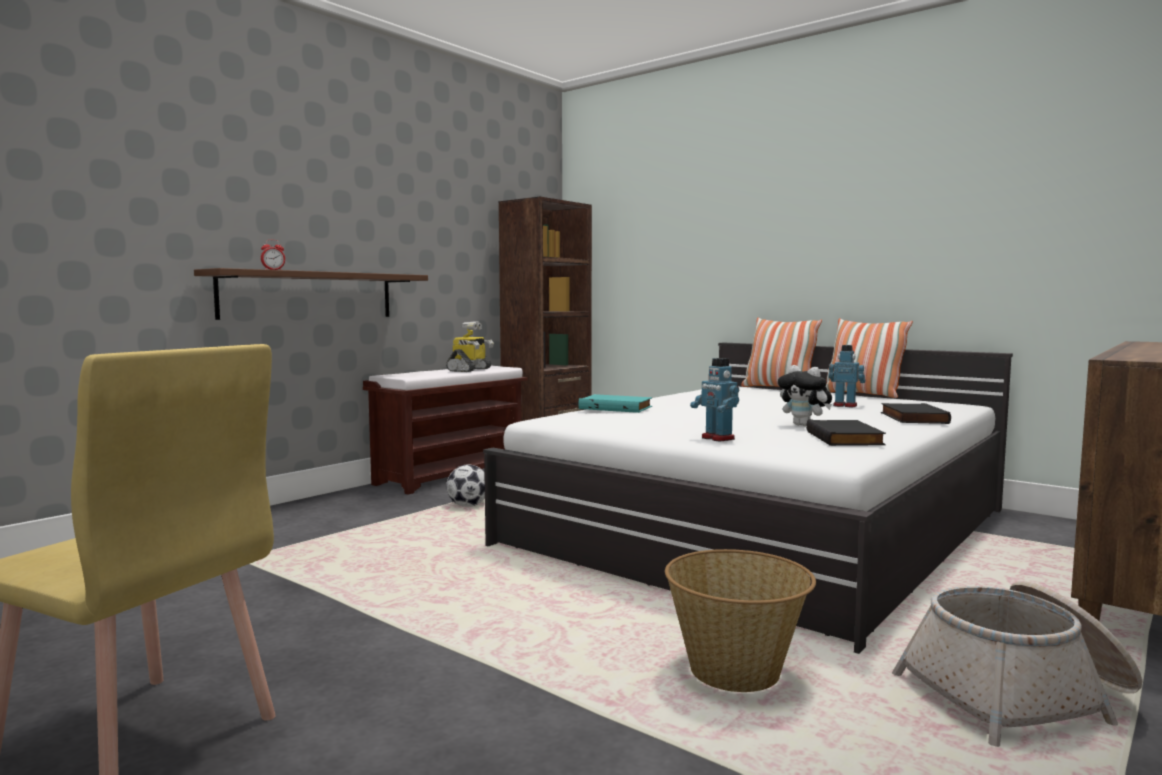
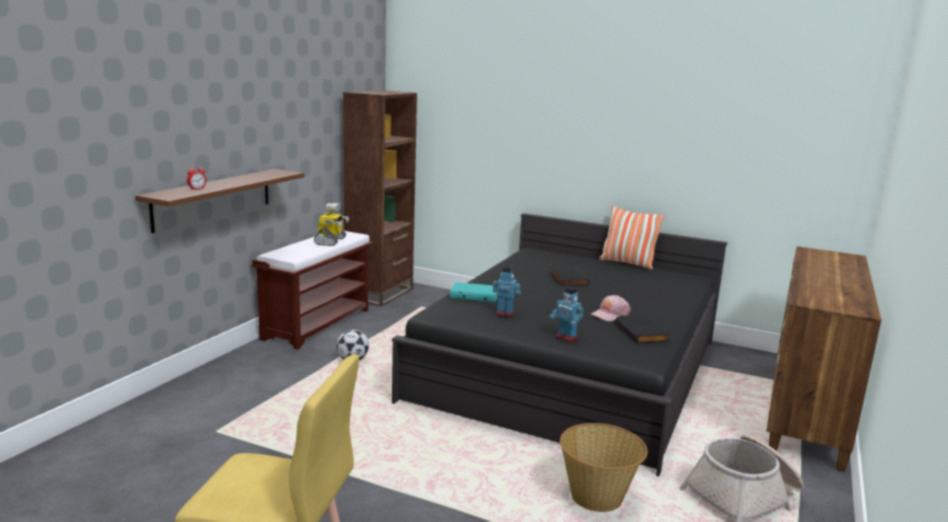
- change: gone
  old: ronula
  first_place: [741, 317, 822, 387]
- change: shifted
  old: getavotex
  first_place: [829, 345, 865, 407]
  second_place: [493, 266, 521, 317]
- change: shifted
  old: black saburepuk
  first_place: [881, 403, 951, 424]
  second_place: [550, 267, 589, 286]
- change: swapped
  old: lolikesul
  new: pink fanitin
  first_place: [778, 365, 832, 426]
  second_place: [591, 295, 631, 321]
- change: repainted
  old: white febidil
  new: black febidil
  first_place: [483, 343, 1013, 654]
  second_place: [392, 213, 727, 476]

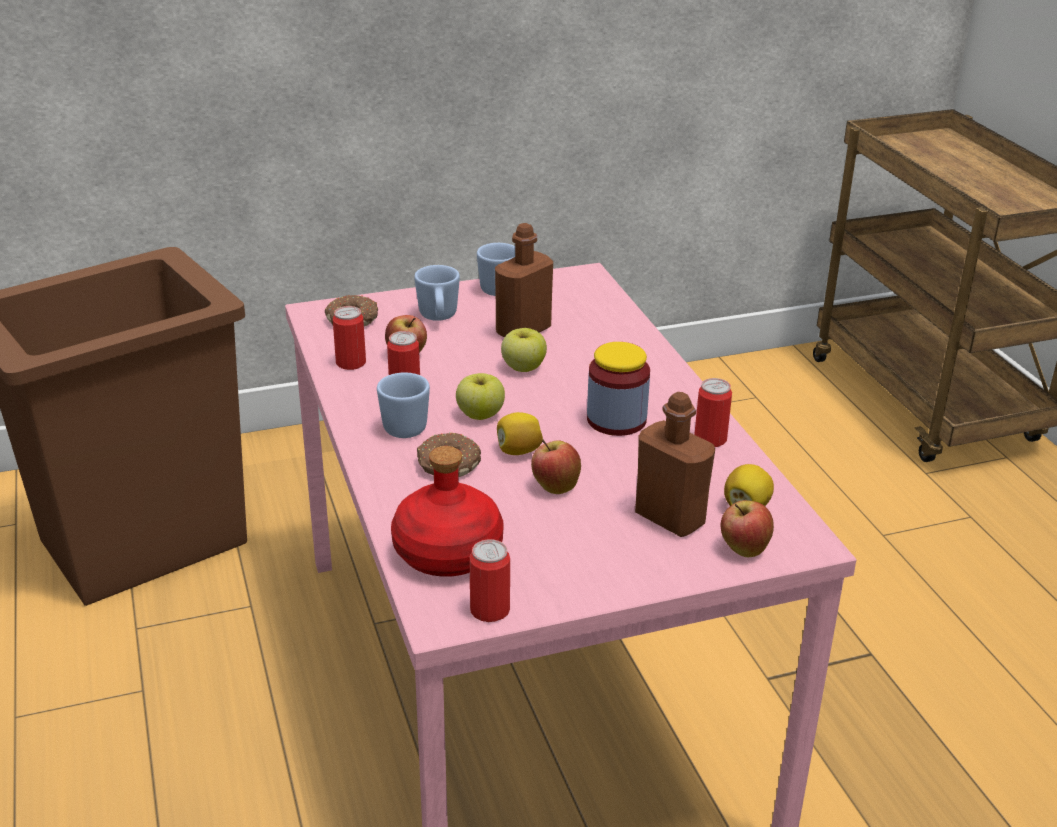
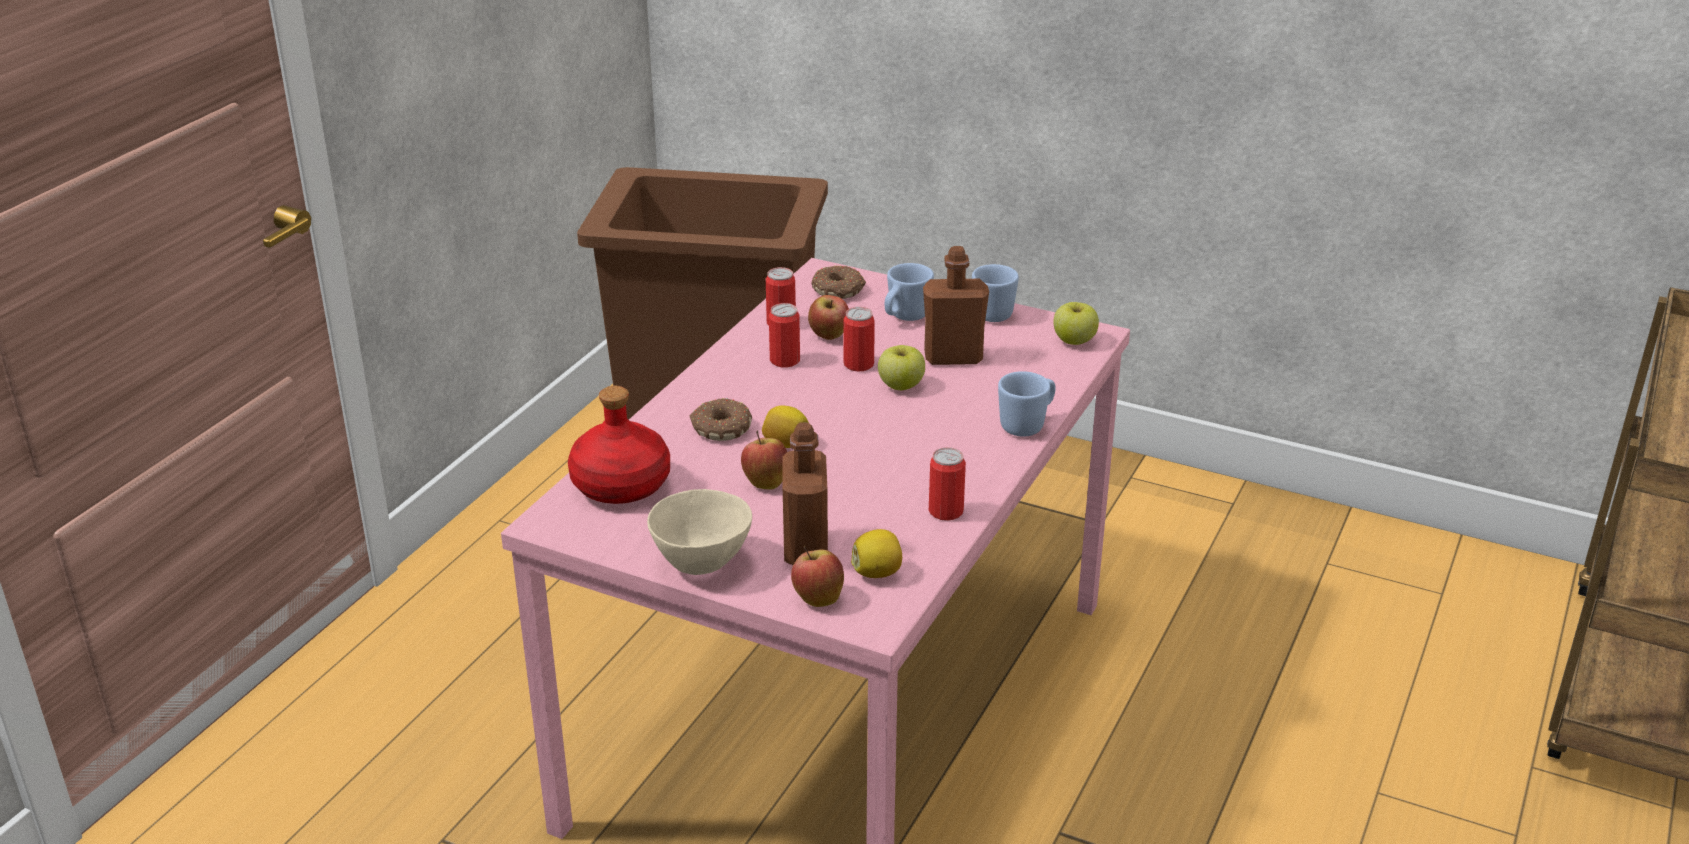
- change: gone
  old: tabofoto
  first_place: [587, 342, 650, 436]
- change: new
  new: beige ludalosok
  second_place: [647, 489, 752, 575]
- change: shifted
  old: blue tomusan
  first_place: [377, 372, 430, 438]
  second_place: [998, 371, 1056, 437]
- change: shifted
  old: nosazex
  first_place: [456, 373, 505, 420]
  second_place: [1053, 302, 1099, 345]
- change: shifted
  old: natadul
  first_place: [470, 539, 510, 622]
  second_place: [843, 307, 875, 372]

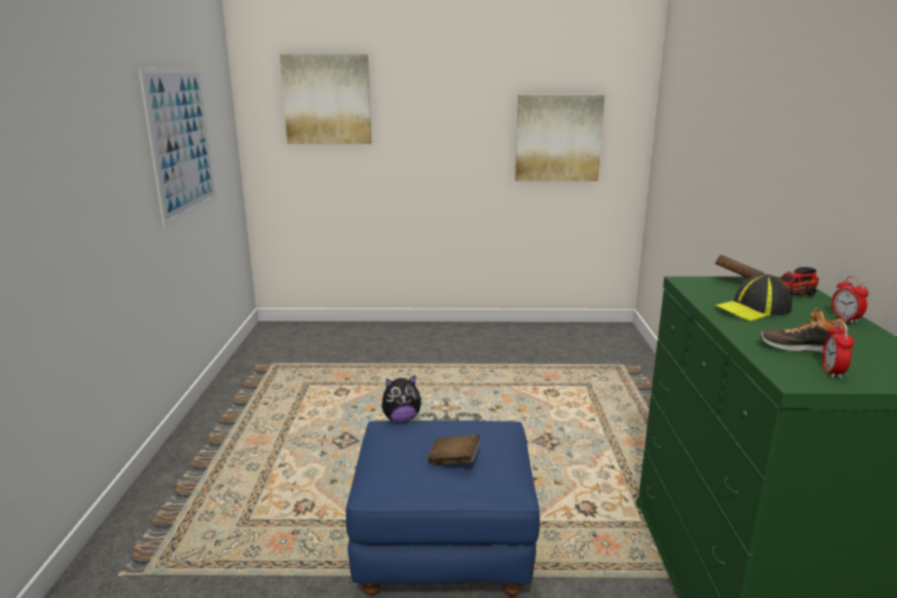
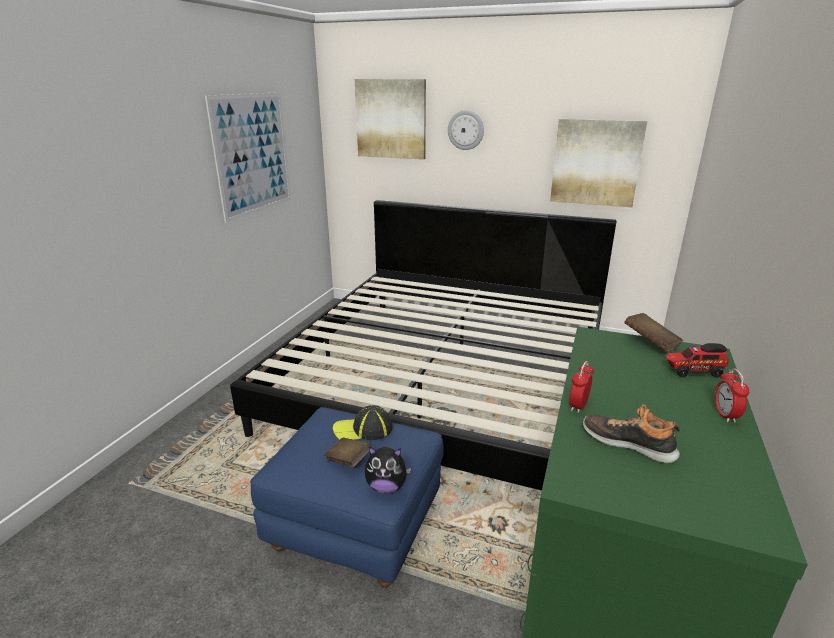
- change: new
  new: febidil
  second_place: [230, 200, 617, 491]
- change: new
  new: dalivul
  second_place: [448, 110, 484, 150]
- change: shifted
  old: lolikesul
  first_place: [382, 375, 422, 423]
  second_place: [365, 447, 411, 493]
- change: shifted
  old: fanitin
  first_place: [715, 274, 792, 321]
  second_place: [333, 405, 393, 440]
- change: shifted
  old: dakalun
  first_place: [822, 321, 854, 379]
  second_place: [569, 361, 594, 413]

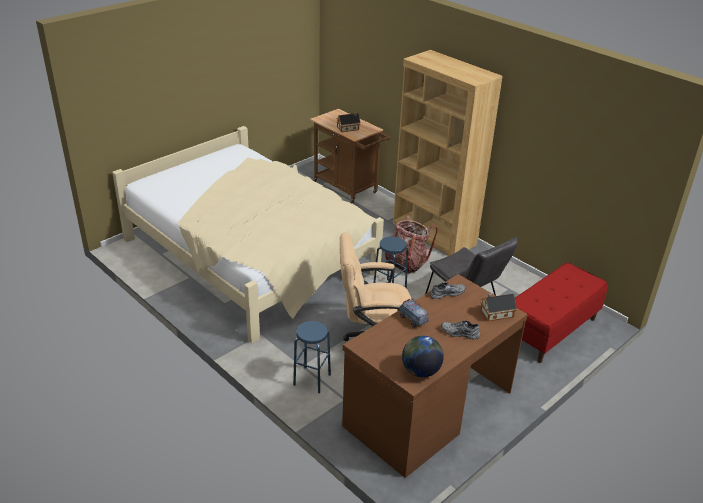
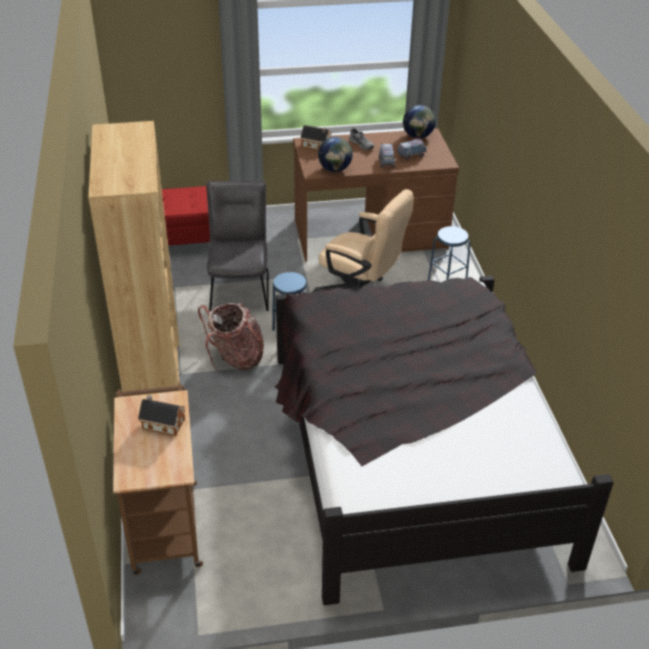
- change: new
  new: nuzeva
  second_place: [397, 137, 427, 161]
- change: swapped
  old: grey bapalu
  new: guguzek
  first_place: [430, 282, 465, 299]
  second_place: [318, 137, 353, 172]
- change: repainted
  old: beige febidil
  new: black febidil
  first_place: [112, 126, 384, 344]
  second_place: [274, 275, 614, 606]

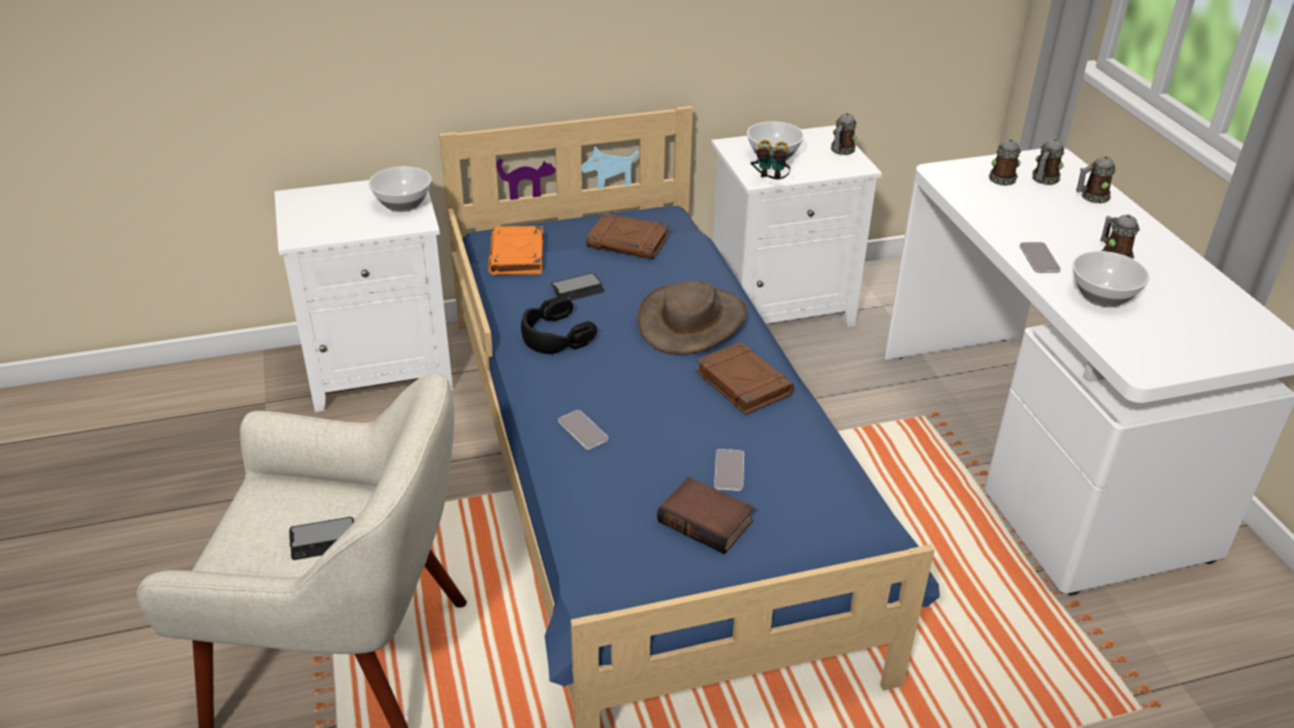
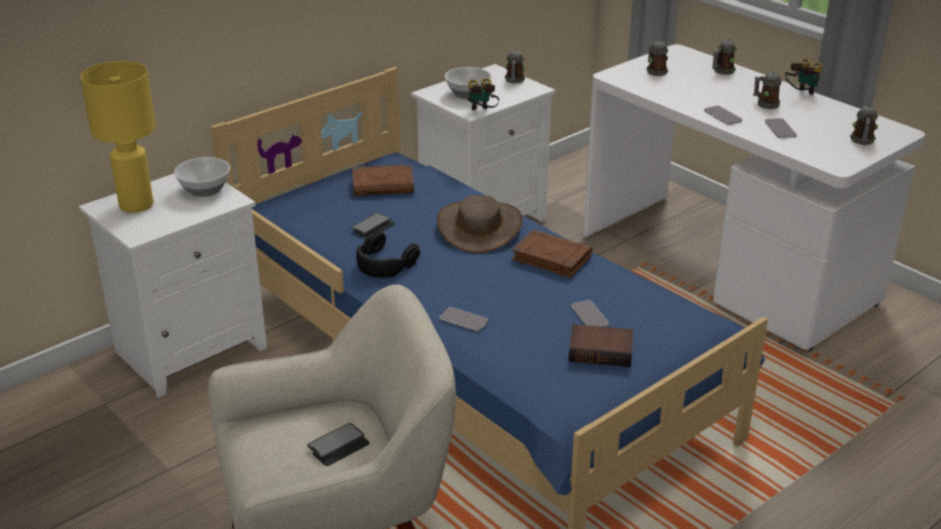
- change: gone
  old: orange saburepuk
  first_place: [488, 226, 543, 275]
- change: new
  new: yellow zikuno
  second_place: [80, 61, 156, 213]
- change: new
  new: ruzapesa
  second_place: [785, 59, 822, 95]
- change: shifted
  old: tomusan
  first_place: [1032, 138, 1064, 185]
  second_place: [850, 105, 878, 145]
- change: swapped
  old: ludalosok
  new: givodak
  first_place: [1072, 251, 1150, 307]
  second_place: [765, 118, 797, 138]

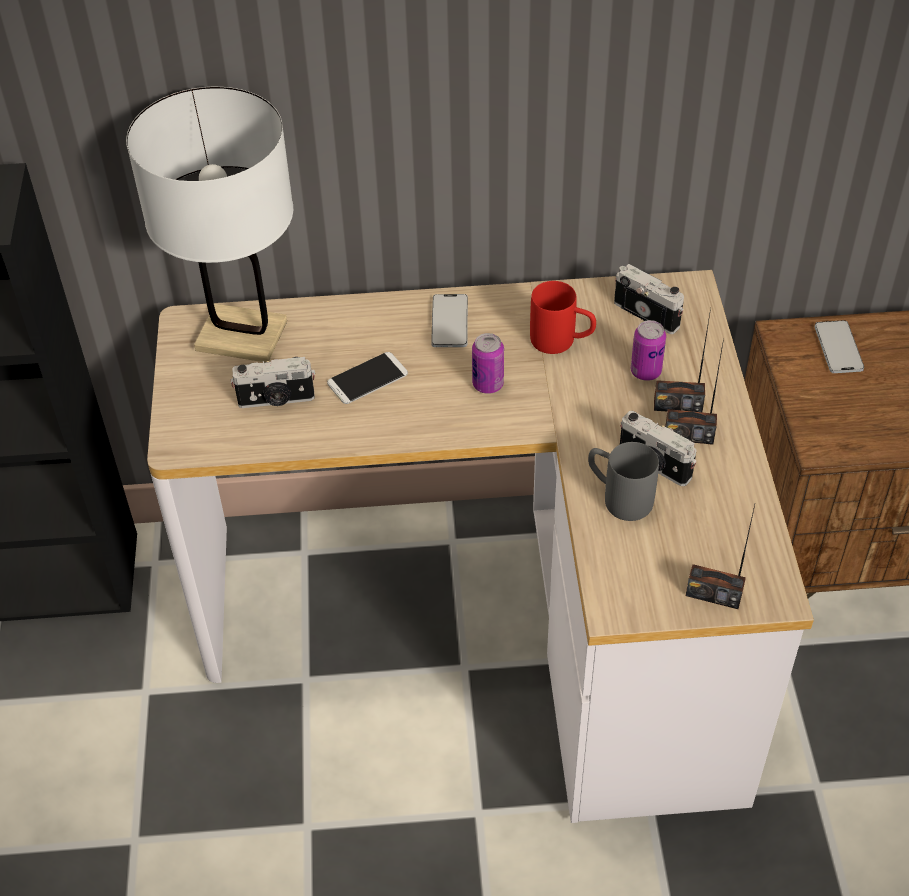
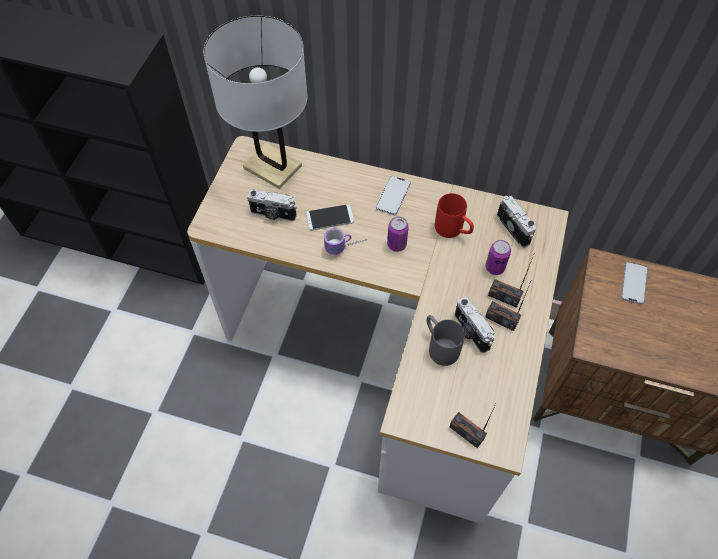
- change: new
  new: tomusan
  second_place: [324, 228, 366, 255]

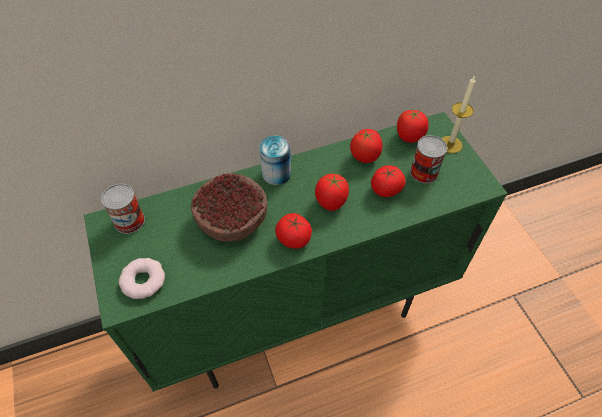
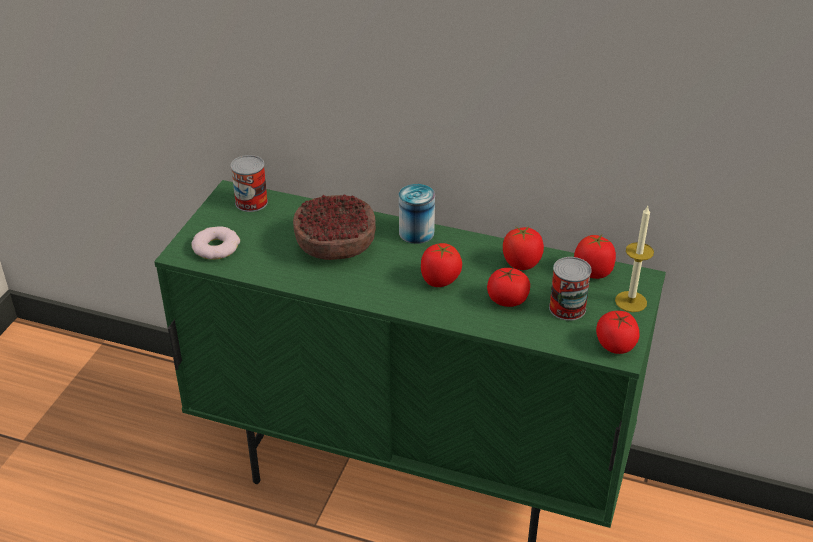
- change: shifted
  old: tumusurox
  first_place: [275, 213, 312, 249]
  second_place: [596, 311, 640, 354]

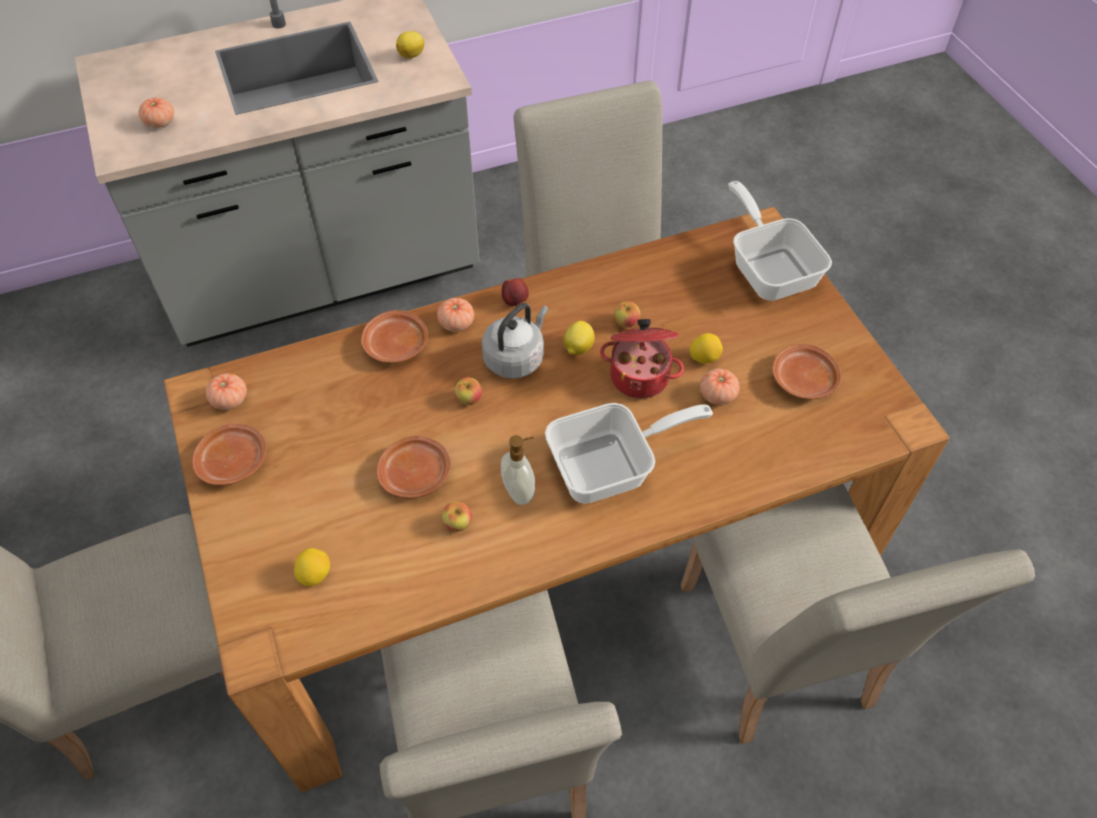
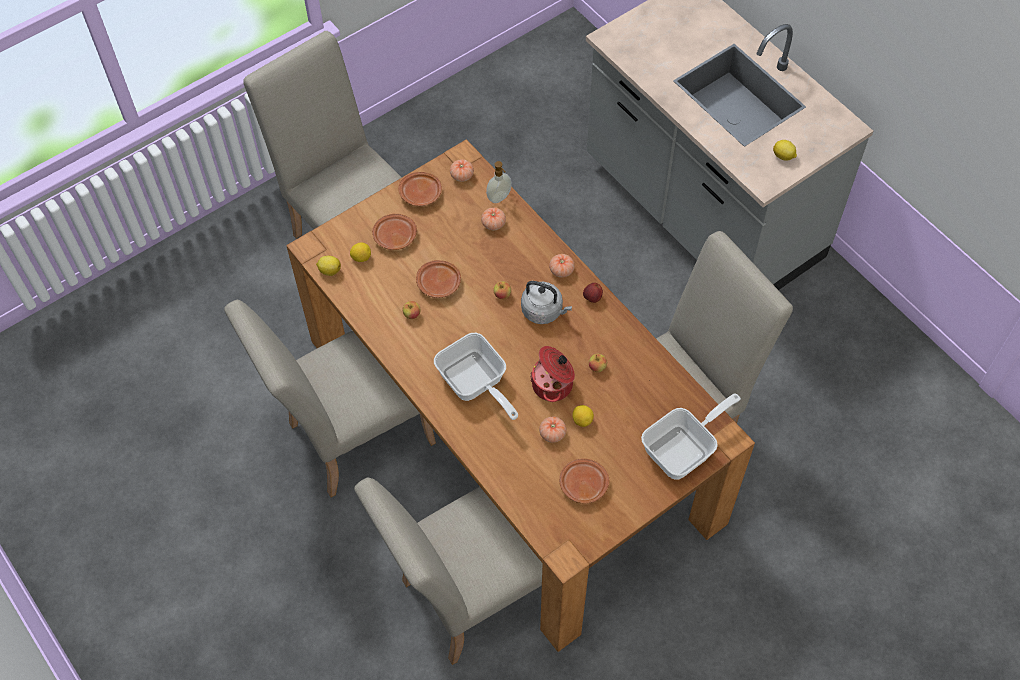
- change: shifted
  old: tumusurox
  first_place: [139, 98, 174, 128]
  second_place: [481, 207, 506, 230]
- change: shifted
  old: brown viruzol
  first_place: [361, 310, 428, 363]
  second_place: [372, 214, 417, 250]
- change: shifted
  old: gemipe
  first_place: [501, 435, 535, 505]
  second_place: [486, 161, 512, 203]
- change: shifted
  old: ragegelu
  first_place: [563, 321, 595, 355]
  second_place: [316, 256, 341, 276]

